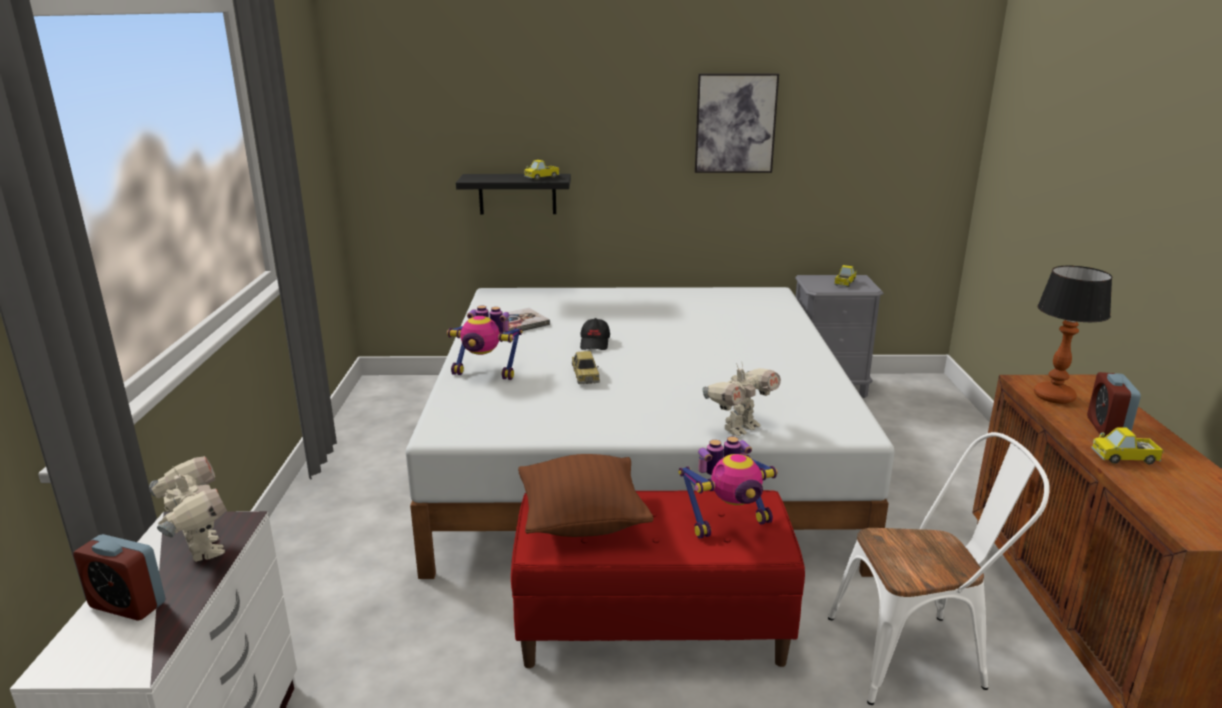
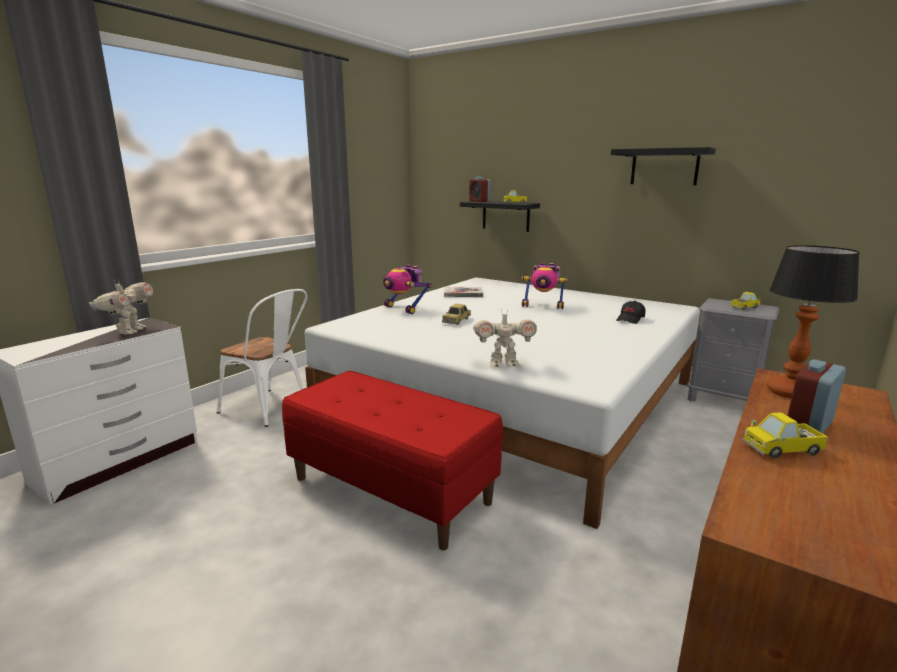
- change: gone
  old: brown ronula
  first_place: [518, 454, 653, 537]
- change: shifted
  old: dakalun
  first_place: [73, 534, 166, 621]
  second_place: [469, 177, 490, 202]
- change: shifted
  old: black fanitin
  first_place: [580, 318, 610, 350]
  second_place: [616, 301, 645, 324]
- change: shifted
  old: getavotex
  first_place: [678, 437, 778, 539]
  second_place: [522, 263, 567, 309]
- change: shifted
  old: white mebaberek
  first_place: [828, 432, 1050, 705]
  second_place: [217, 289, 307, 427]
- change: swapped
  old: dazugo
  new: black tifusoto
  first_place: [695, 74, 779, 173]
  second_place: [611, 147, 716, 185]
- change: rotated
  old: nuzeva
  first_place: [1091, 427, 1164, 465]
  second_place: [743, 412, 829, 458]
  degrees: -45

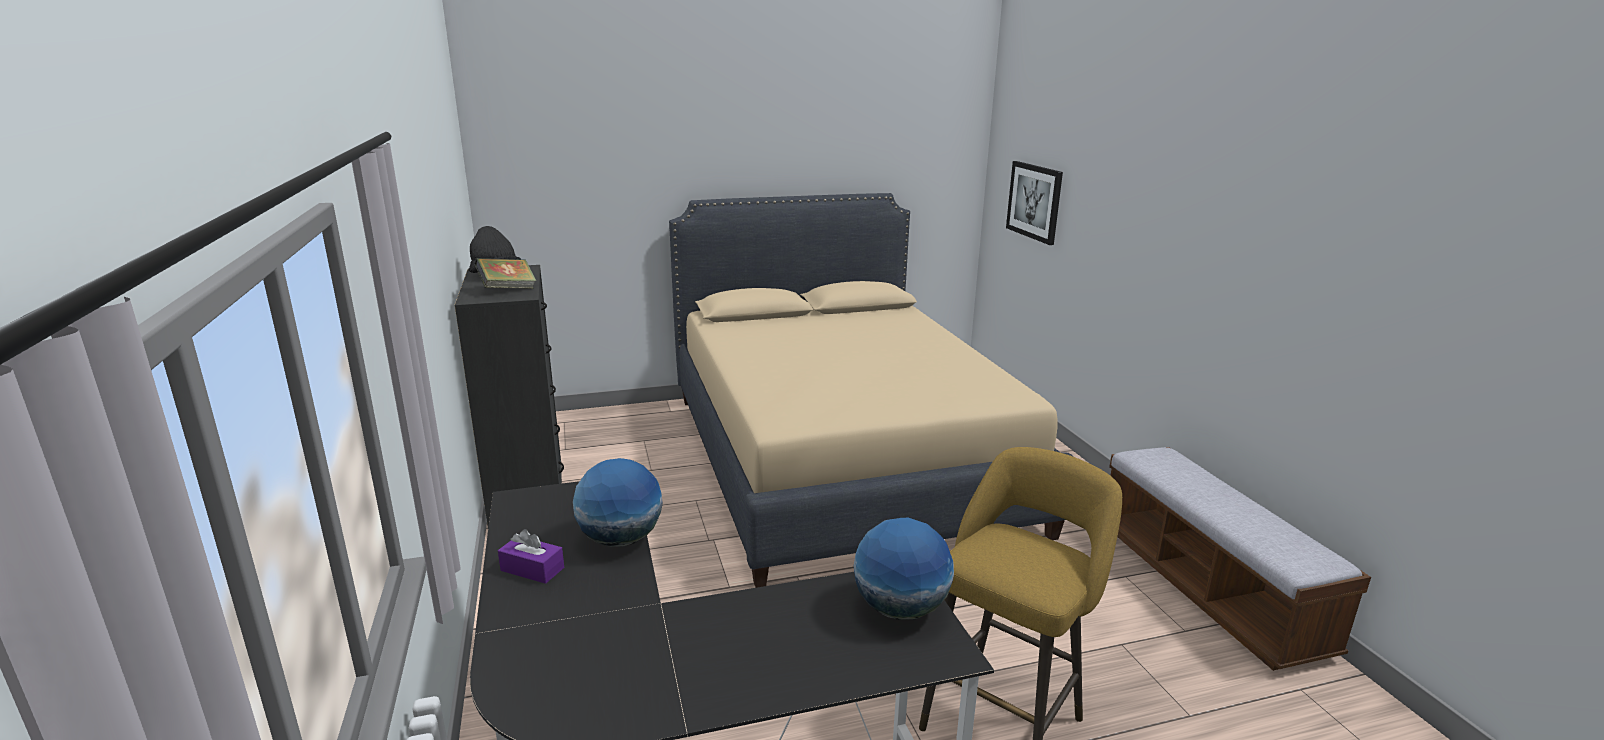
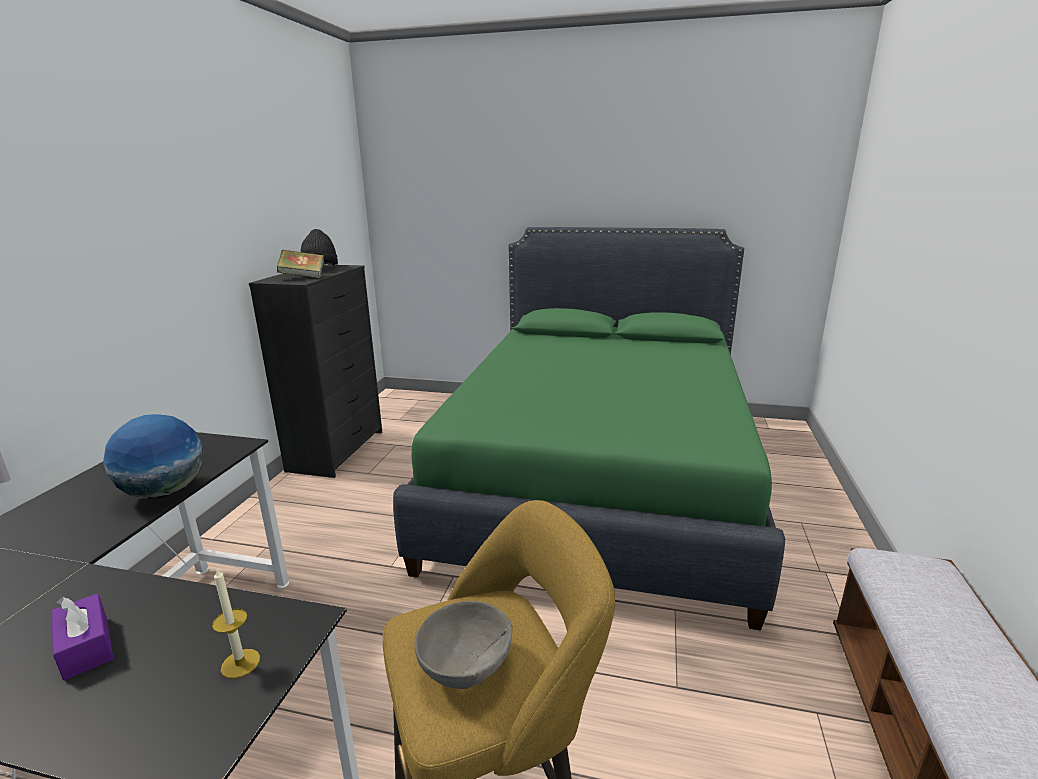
- change: gone
  old: dazugo
  first_place: [1006, 161, 1063, 245]
- change: new
  new: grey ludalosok
  second_place: [415, 601, 512, 689]
- change: shifted
  old: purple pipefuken
  first_place: [498, 529, 564, 584]
  second_place: [51, 593, 114, 680]
- change: swapped
  old: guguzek
  new: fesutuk
  first_place: [854, 518, 954, 620]
  second_place: [212, 568, 260, 679]
- change: repainted
  old: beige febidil
  new: green febidil
  first_place: [669, 193, 1074, 588]
  second_place: [393, 227, 785, 631]

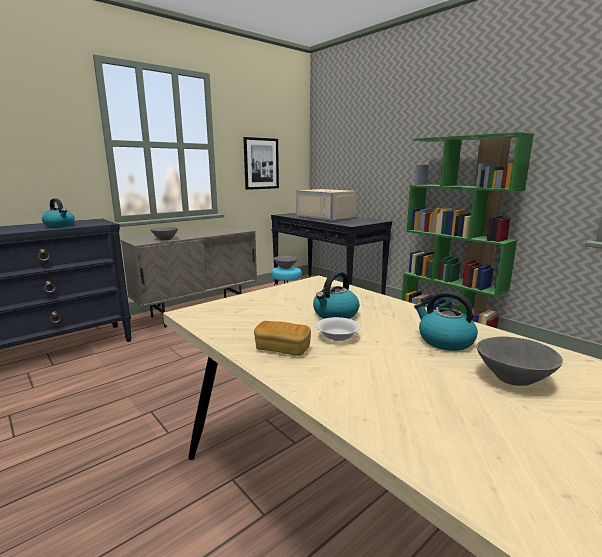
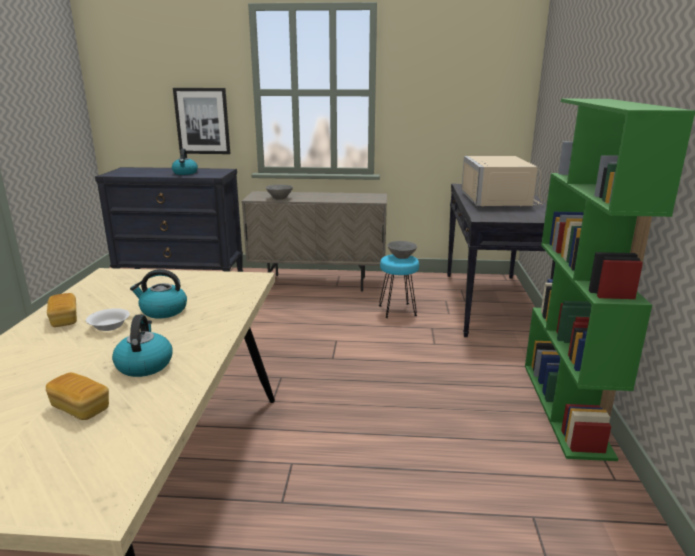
- change: shifted
  old: dazugo
  first_place: [243, 137, 279, 190]
  second_place: [173, 88, 230, 154]
- change: swapped
  old: grey ludalosok
  new: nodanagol
  first_place: [477, 336, 563, 386]
  second_place: [46, 372, 109, 420]

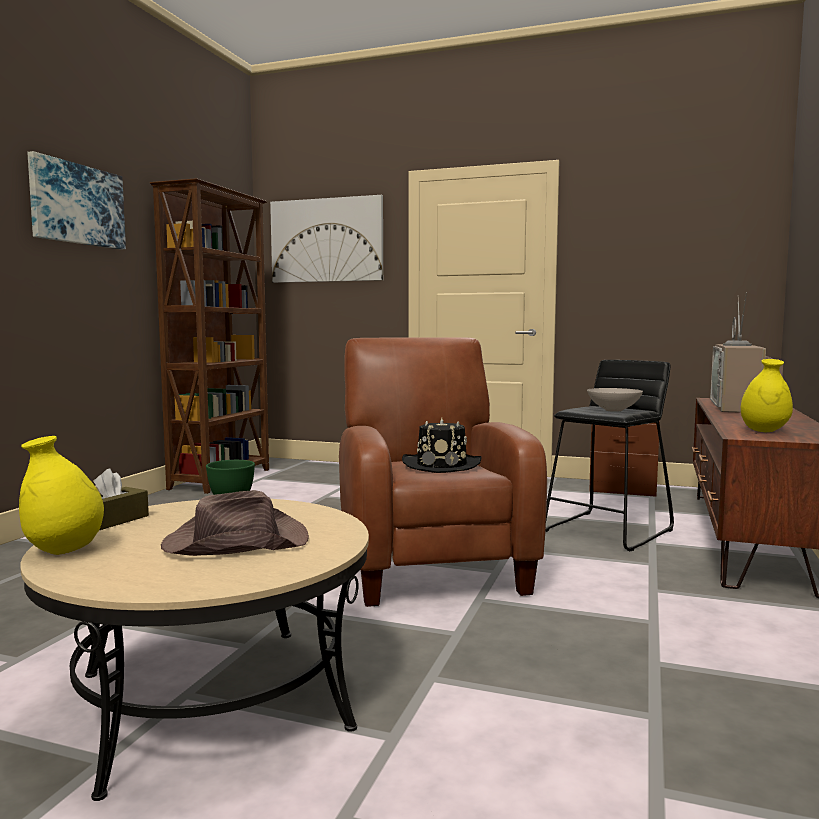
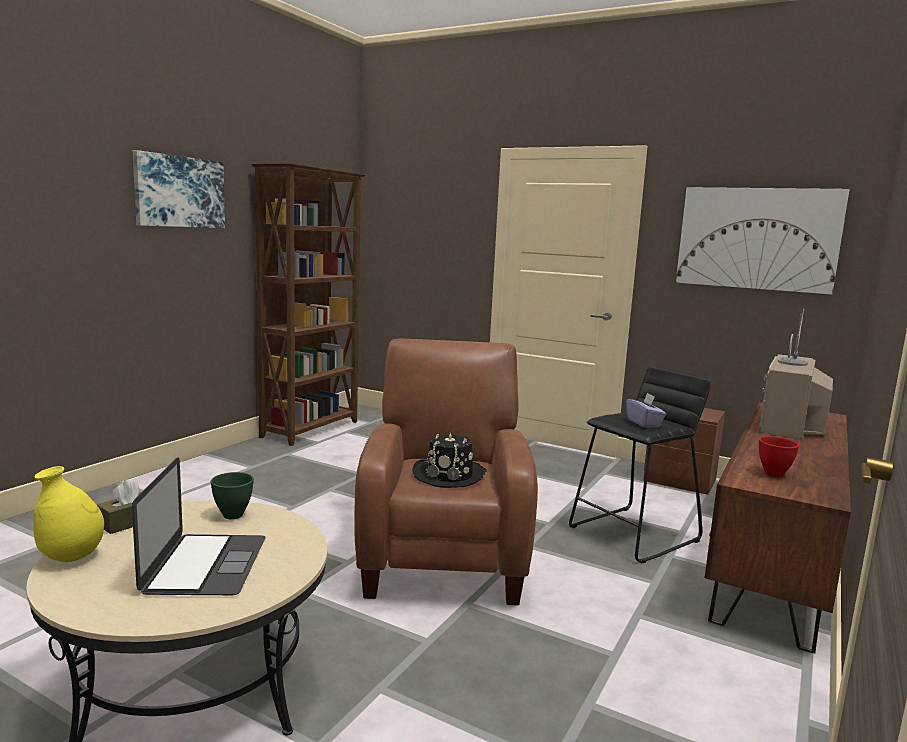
- change: shifted
  old: dazugo
  first_place: [270, 195, 383, 283]
  second_place: [676, 187, 850, 294]
- change: swapped
  old: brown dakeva
  new: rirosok
  first_place: [161, 490, 309, 556]
  second_place: [132, 457, 265, 595]
- change: swapped
  old: white ludalosok
  new: purple pipefuken
  first_place: [587, 388, 643, 412]
  second_place: [626, 393, 666, 428]
- change: swapped
  old: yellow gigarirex
  new: red ludalosok
  first_place: [741, 359, 793, 432]
  second_place: [759, 436, 799, 477]

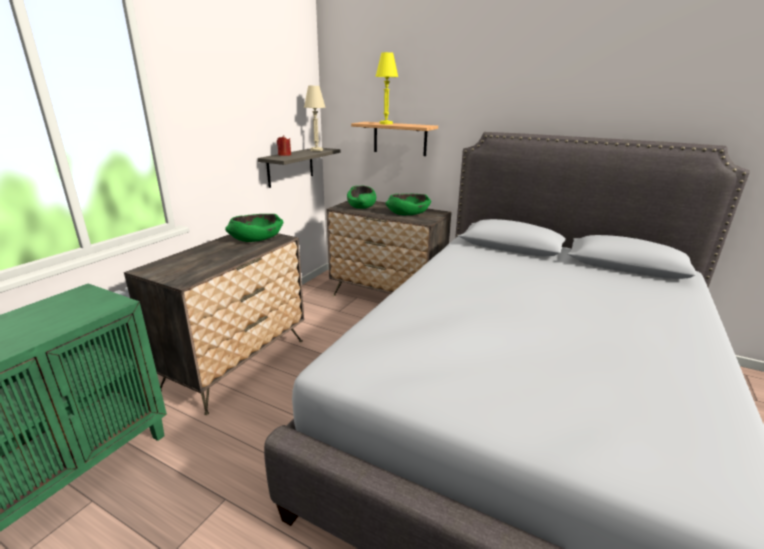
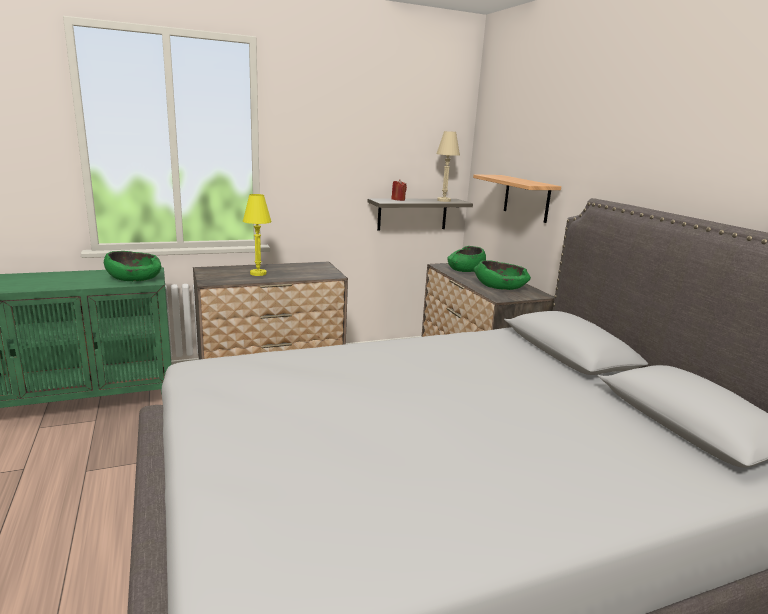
- change: shifted
  old: green ludalosok
  first_place: [225, 214, 283, 242]
  second_place: [104, 251, 162, 281]
- change: shifted
  old: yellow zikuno
  first_place: [375, 52, 398, 124]
  second_place: [243, 194, 272, 276]

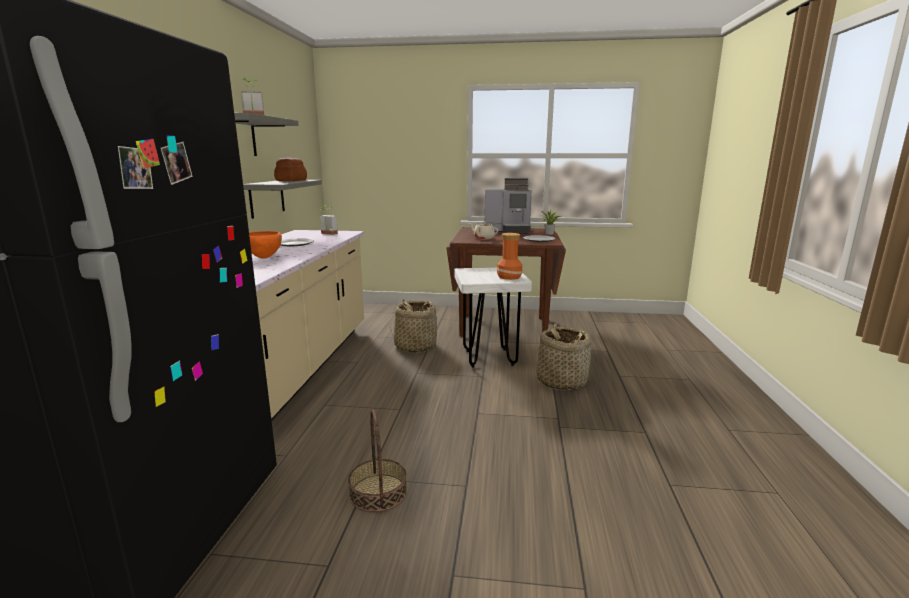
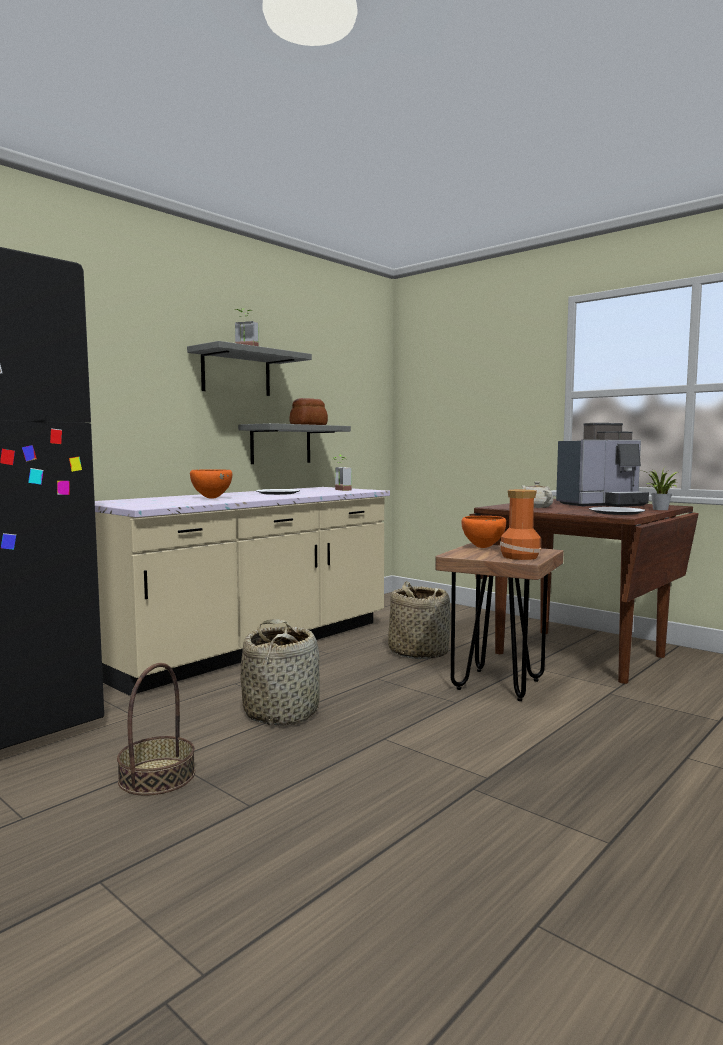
- change: new
  new: orange ludalosok
  second_place: [462, 516, 506, 548]
- change: shifted
  old: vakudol
  first_place: [536, 324, 591, 390]
  second_place: [240, 619, 320, 726]
- change: repainted
  old: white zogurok
  new: brown zogurok
  first_place: [454, 267, 532, 368]
  second_place: [435, 543, 564, 701]
- change: rotated
  old: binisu
  first_place: [485, 178, 532, 234]
  second_place: [556, 423, 649, 507]
  degrees: -60

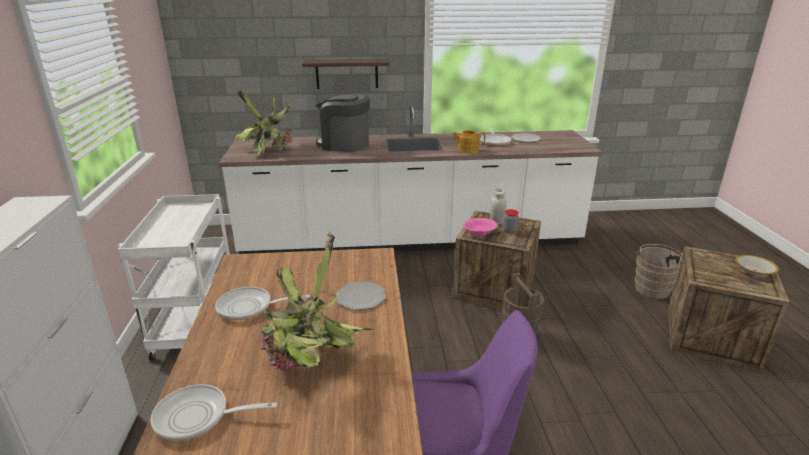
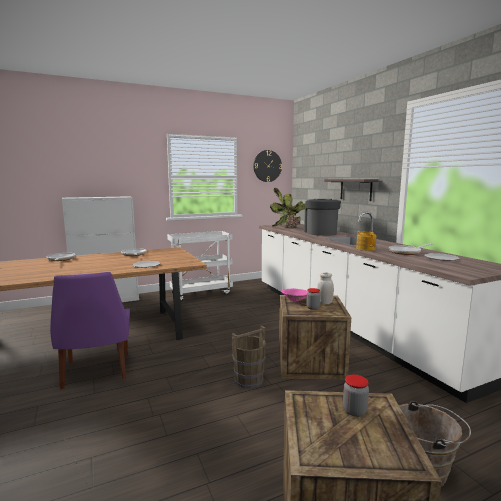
- change: gone
  old: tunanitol
  first_place: [260, 232, 375, 373]
- change: gone
  old: ludalosok
  first_place: [735, 255, 779, 276]
- change: new
  new: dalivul
  second_place: [253, 150, 282, 182]
- change: new
  new: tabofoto
  second_place: [343, 375, 369, 417]

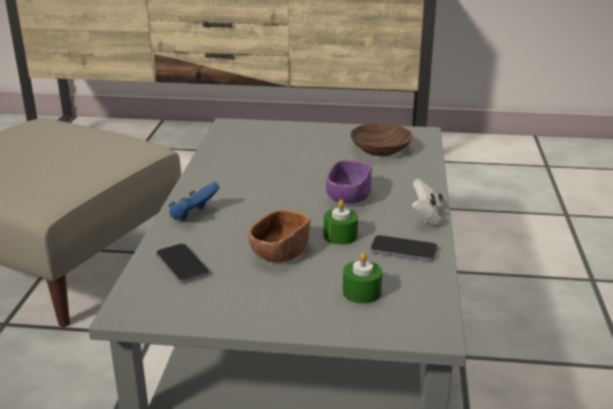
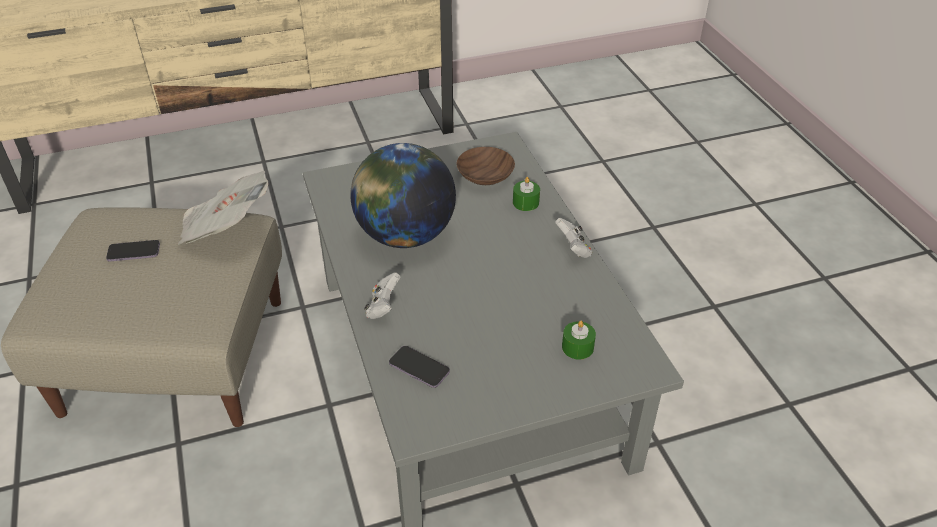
- change: gone
  old: brown ludalosok
  first_place: [248, 210, 310, 262]
- change: gone
  old: purple ludalosok
  first_place: [326, 160, 372, 204]
- change: new
  new: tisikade
  second_place: [178, 171, 269, 245]
- change: new
  new: guguzek
  second_place: [350, 143, 456, 248]
- change: shifted
  old: green fesutuk
  first_place: [324, 199, 358, 245]
  second_place: [513, 177, 540, 211]
- change: shifted
  old: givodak
  first_place: [370, 235, 438, 261]
  second_place: [106, 240, 160, 261]
- change: repainted
  old: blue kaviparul
  new: white kaviparul
  first_place: [169, 182, 220, 220]
  second_place: [364, 272, 400, 319]

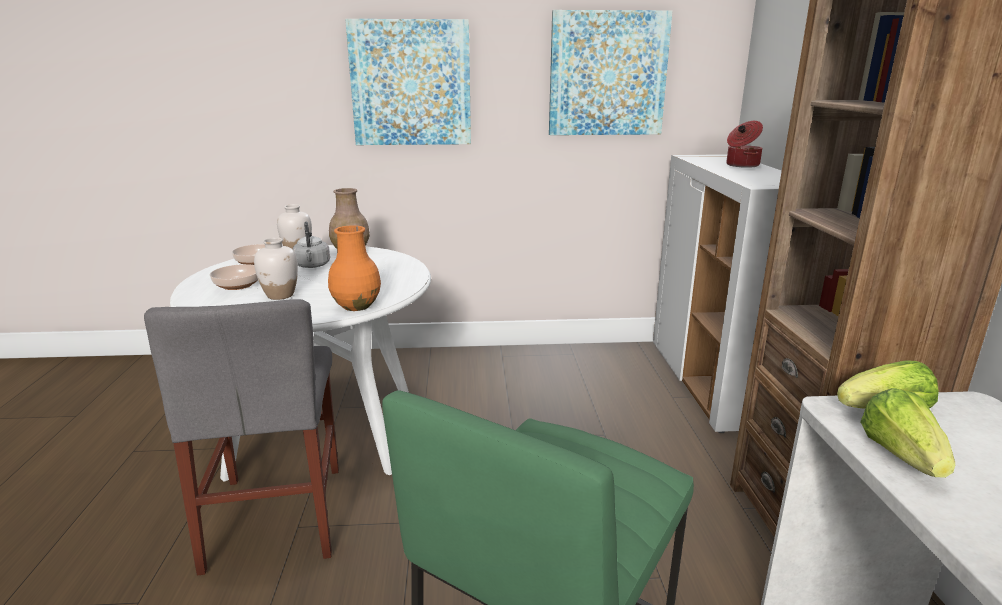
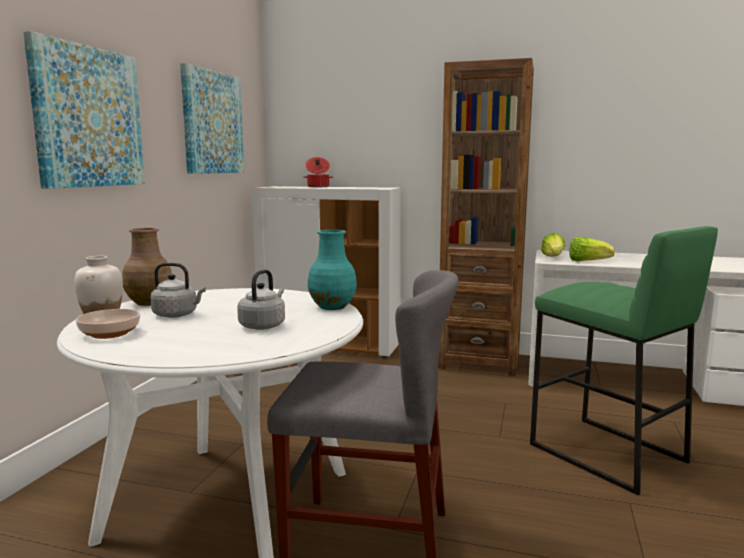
- change: gone
  old: ludalosok
  first_place: [210, 264, 258, 290]
- change: swapped
  old: white gigarirex
  new: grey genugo
  first_place: [254, 238, 298, 300]
  second_place: [237, 269, 285, 330]
- change: repainted
  old: orange gigarirex
  new: turquoise gigarirex
  first_place: [328, 226, 381, 311]
  second_place: [308, 230, 357, 310]

